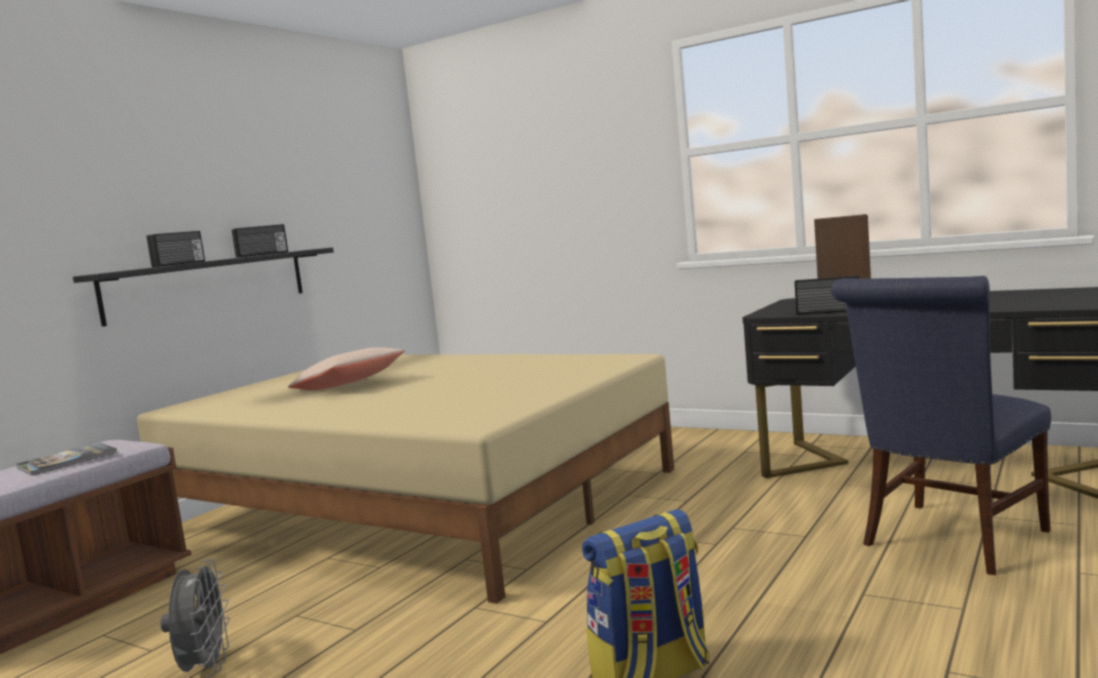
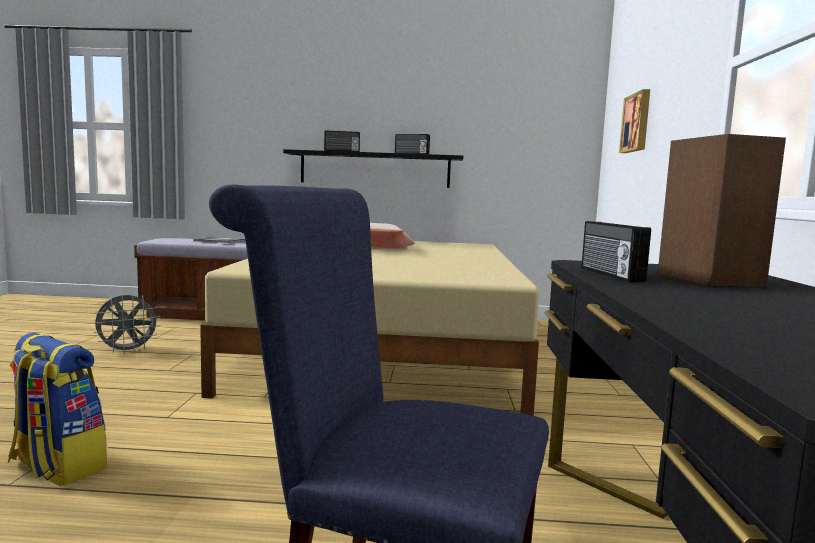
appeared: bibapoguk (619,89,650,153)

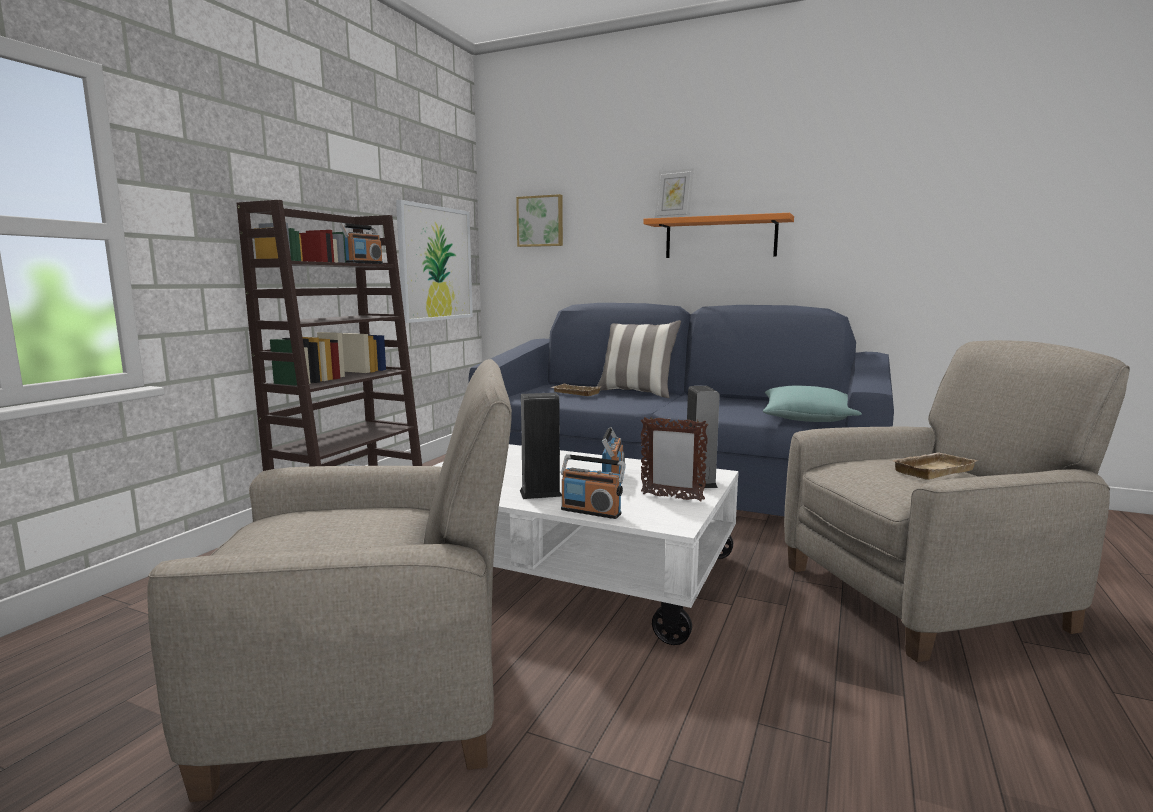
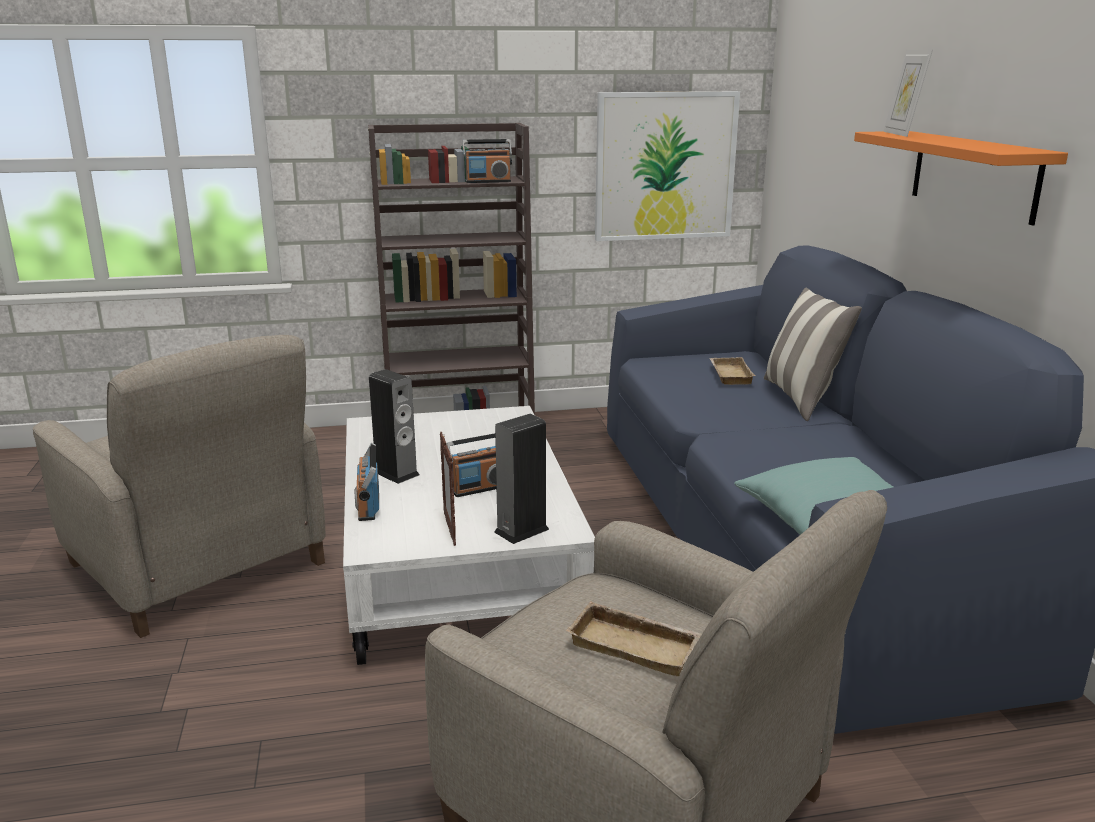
missing: bibapoguk (516,194,563,247)

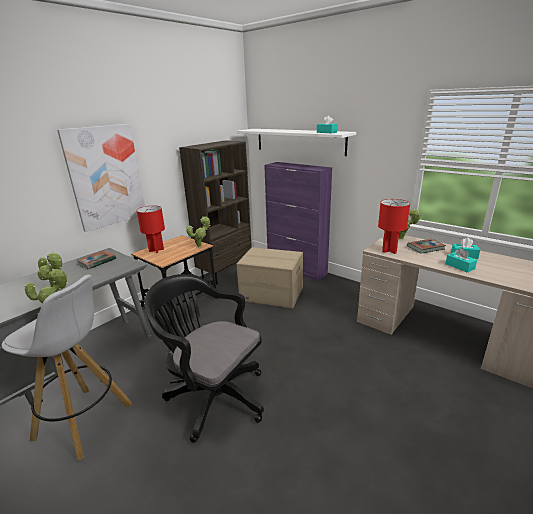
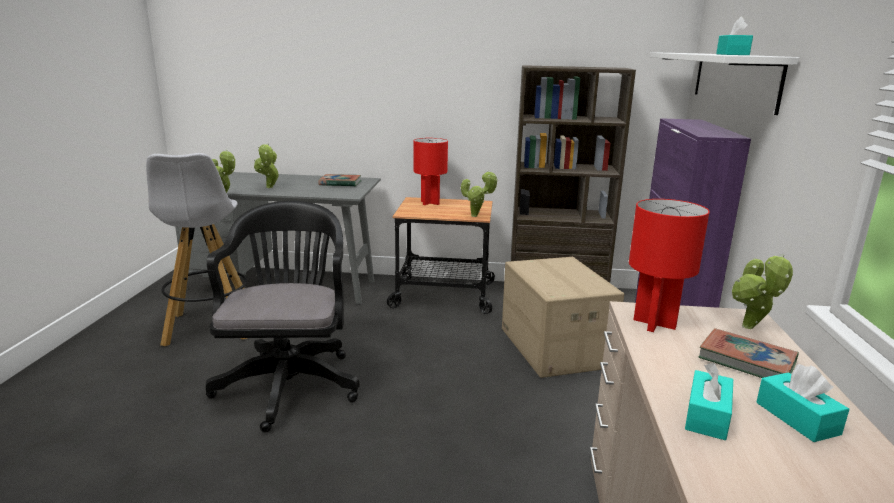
missing: bibapoguk (57,124,145,232)

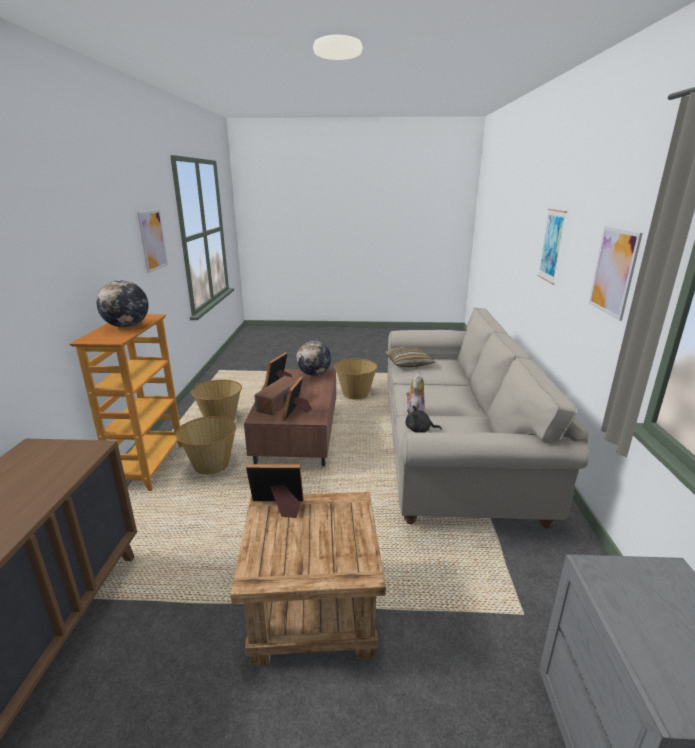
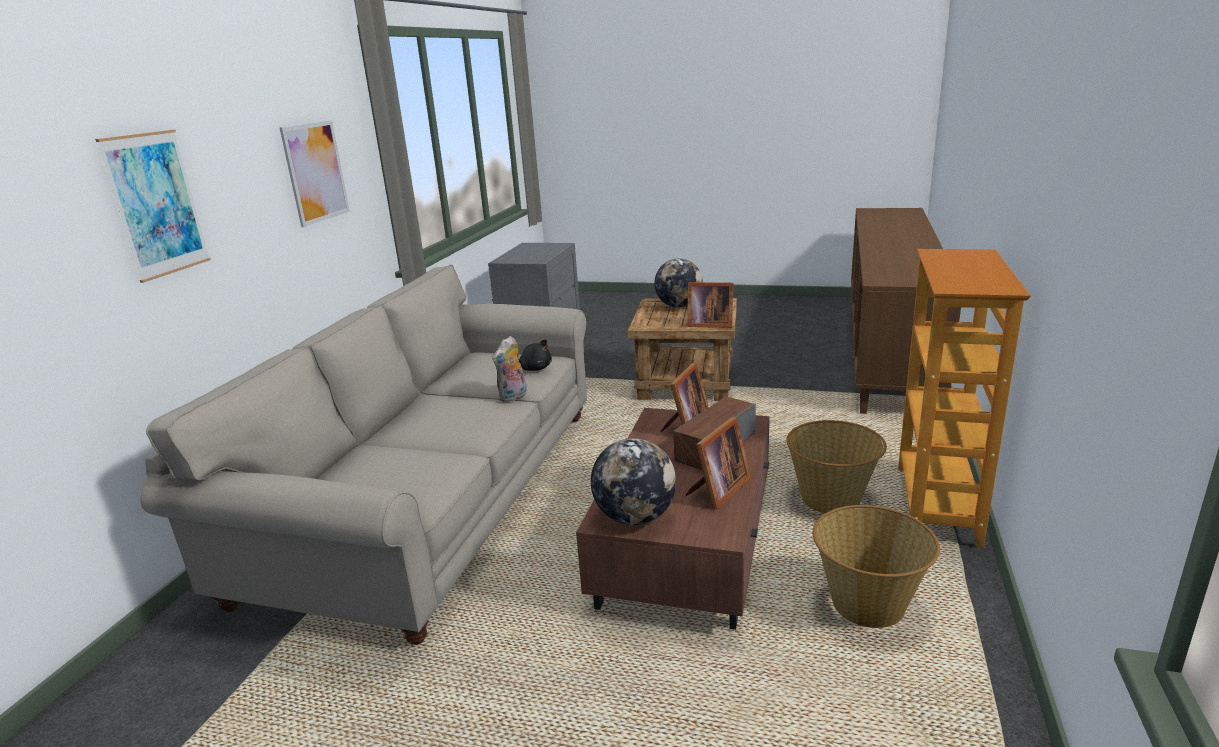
missing: bibapoguk (138,210,168,273); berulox (334,358,378,399); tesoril (384,347,435,367)
relocated: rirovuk (96,280,149,328) to (654,259,703,308)

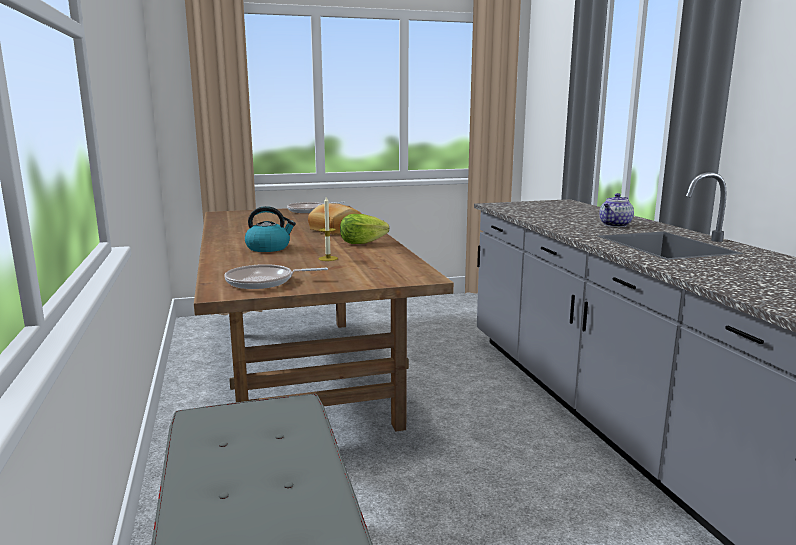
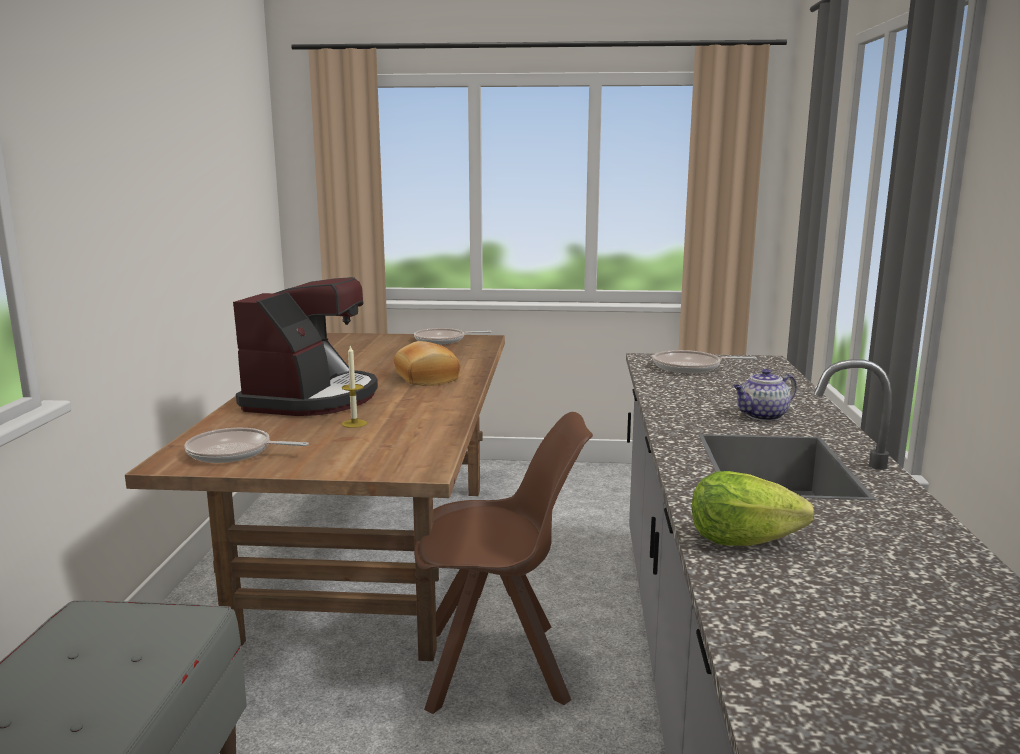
appeared: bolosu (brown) (414,412,593,714); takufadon (653,350,757,374)
relocated: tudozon (340,214,389,244) to (692,471,814,546)
exchanged: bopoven (245,206,296,252) to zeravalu (233,277,378,416)

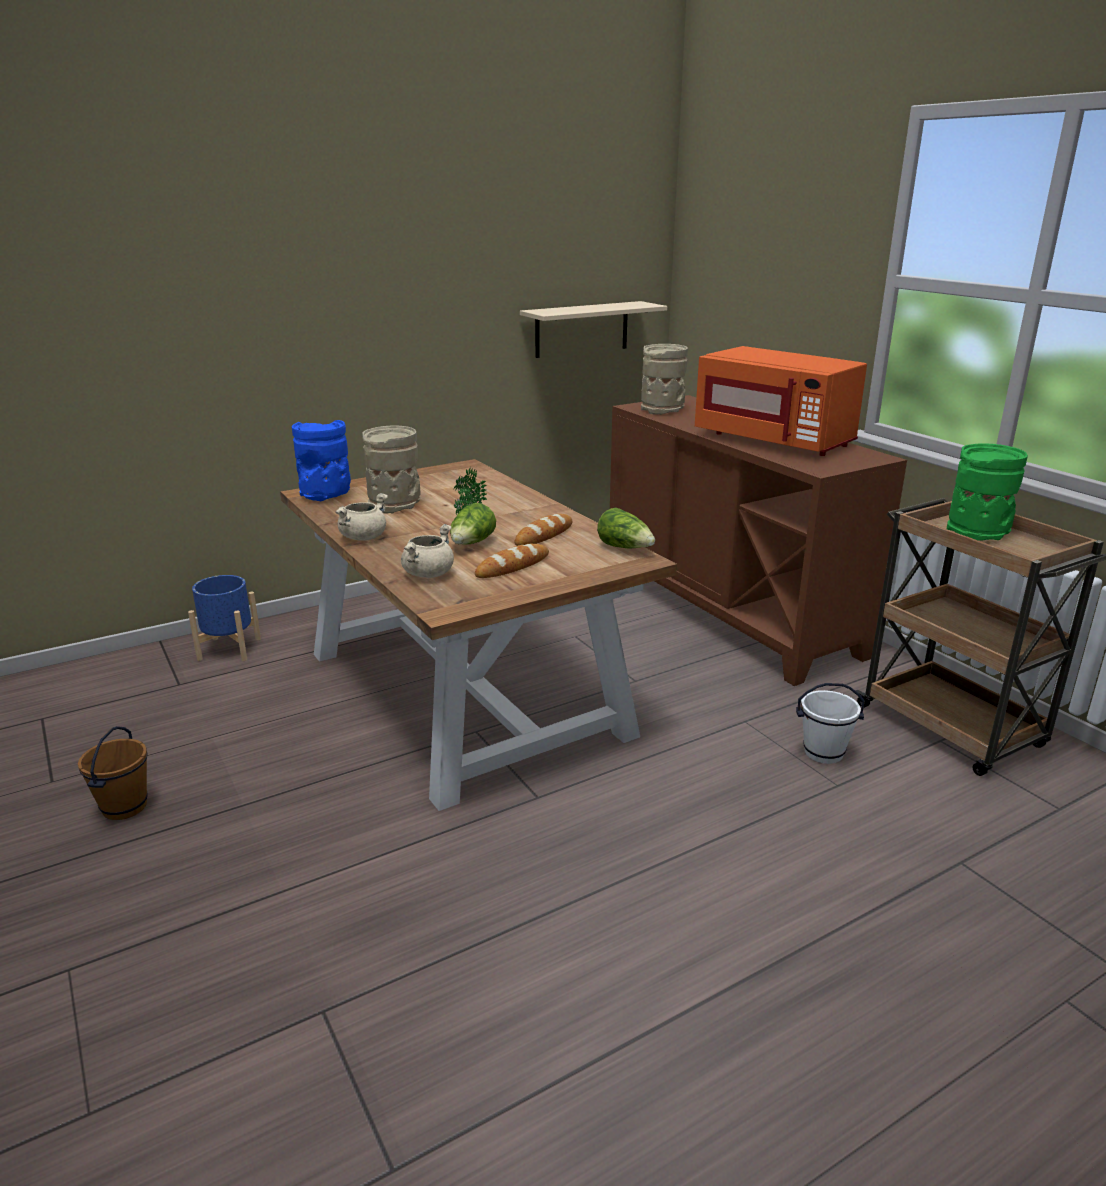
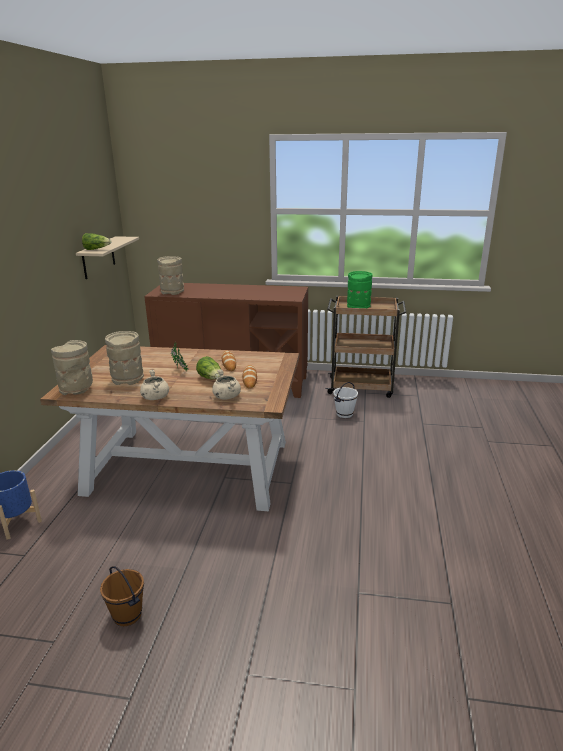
missing: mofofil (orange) (695,346,867,456)
relocated: tudozon (597,507,655,548) to (82,233,112,250)
colour: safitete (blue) (292,420,351,501) to safitete (beige) (51,340,93,395)

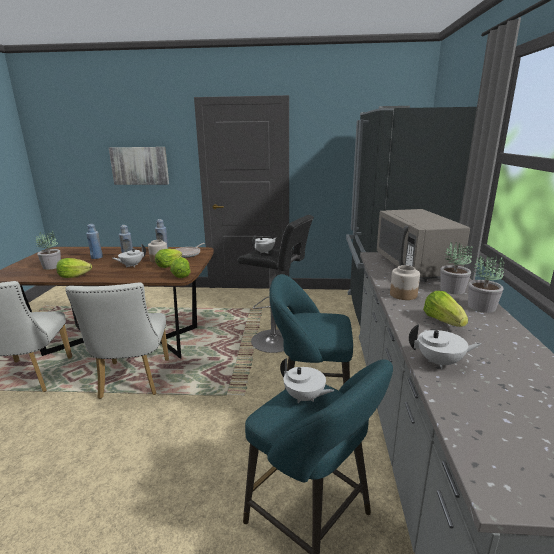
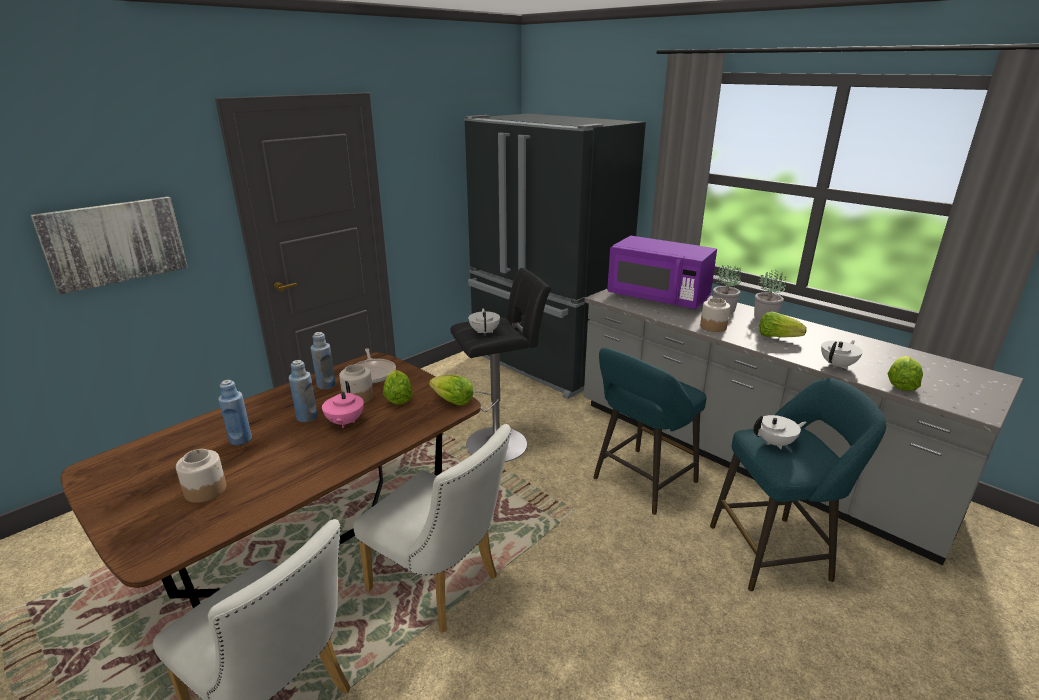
relocated: tudozon (56,258,92,278) to (888,356,923,391)
exchanged: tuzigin (36,231,61,270) to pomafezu (176,449,226,503)
colour: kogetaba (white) (113,244,146,267) to kogetaba (pink) (322,381,364,428); mofofil (grey) (377,209,470,282) to mofofil (purple) (607,236,717,310)

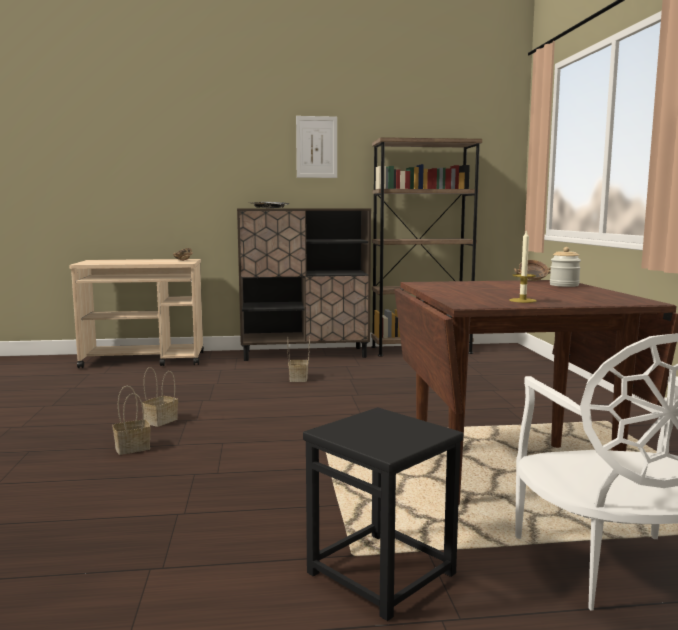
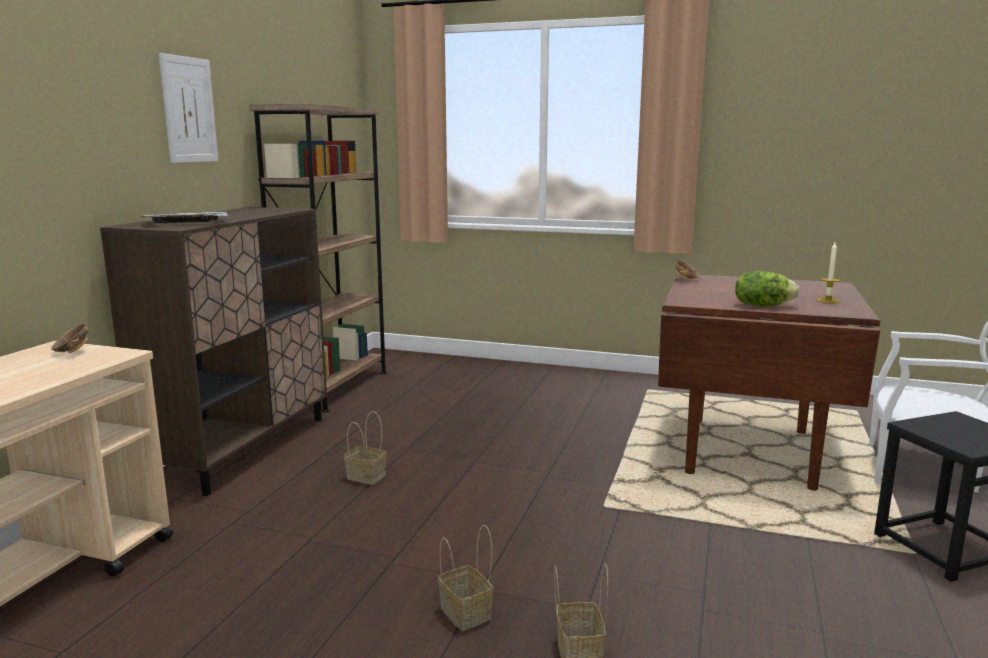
missing: pomafezu (550,247,581,287)
appeared: tudozon (735,271,799,306)

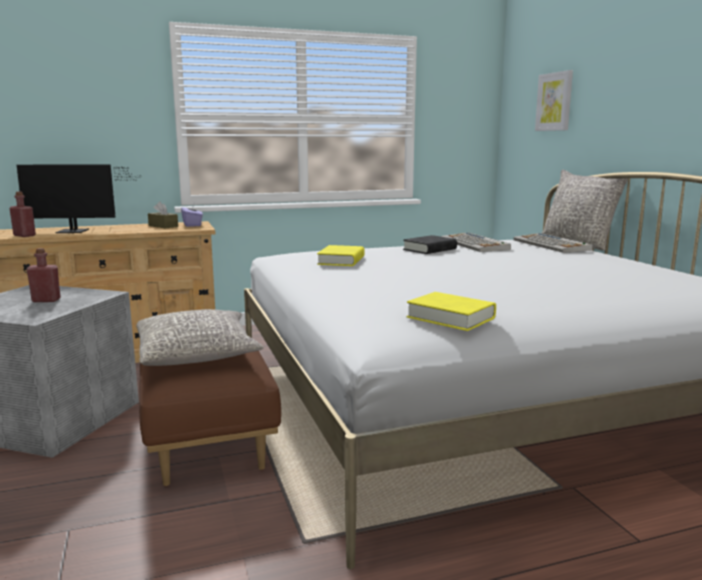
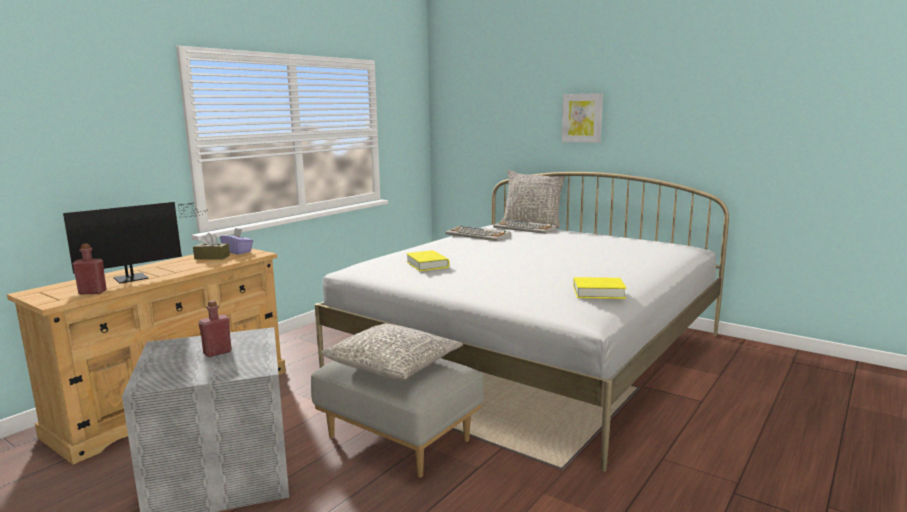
missing: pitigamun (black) (403,235,457,254)
relocated: bibapoguk (535,70,573,131) to (562,93,603,143)
colour: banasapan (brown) (139,336,281,486) to banasapan (grey) (311,358,484,478)

